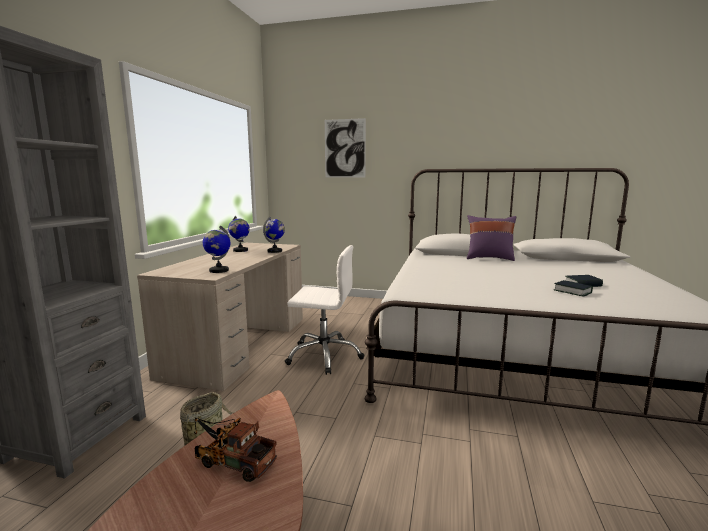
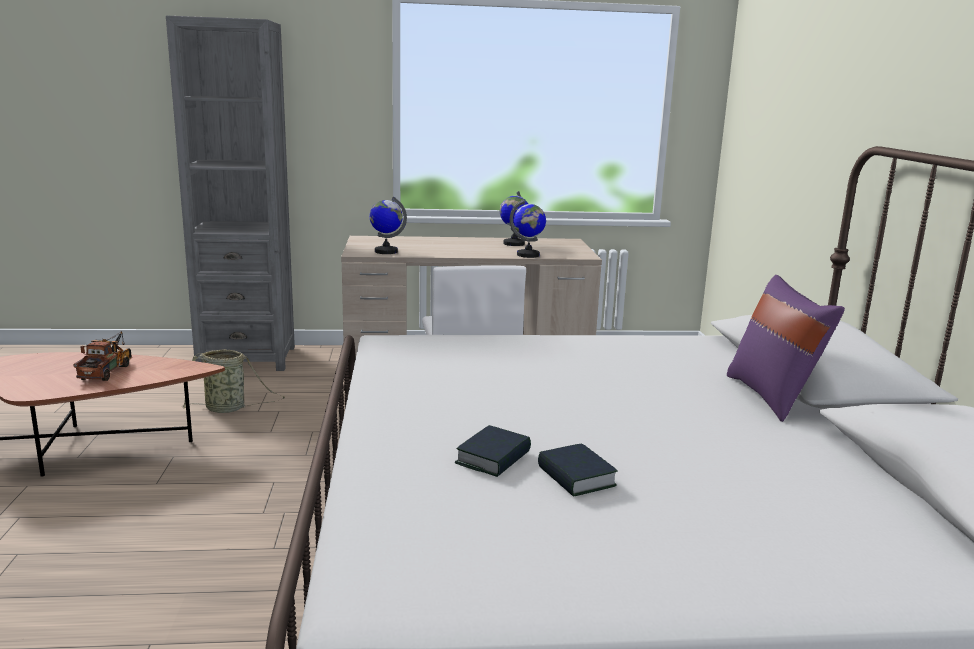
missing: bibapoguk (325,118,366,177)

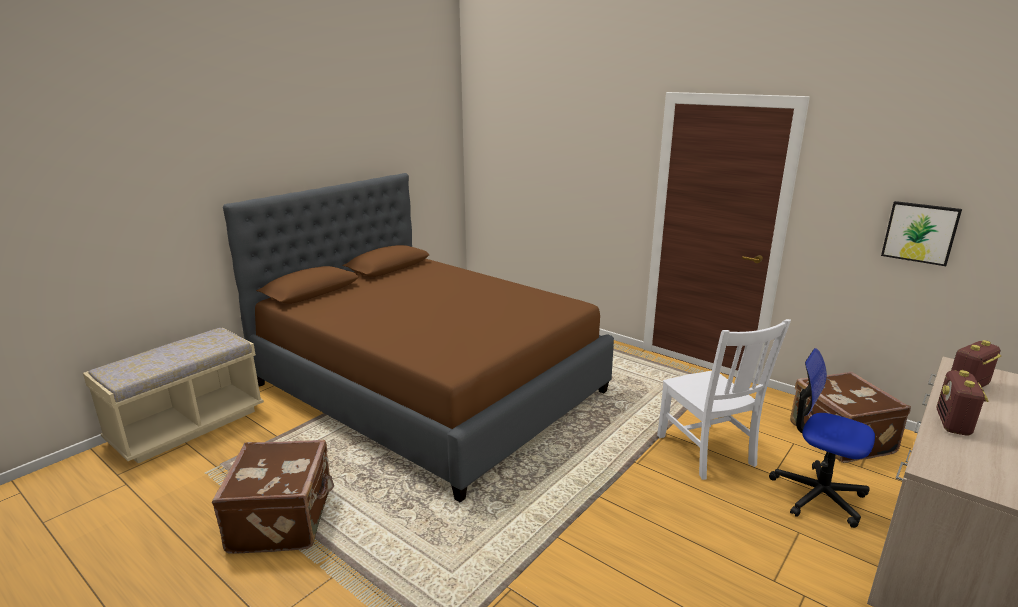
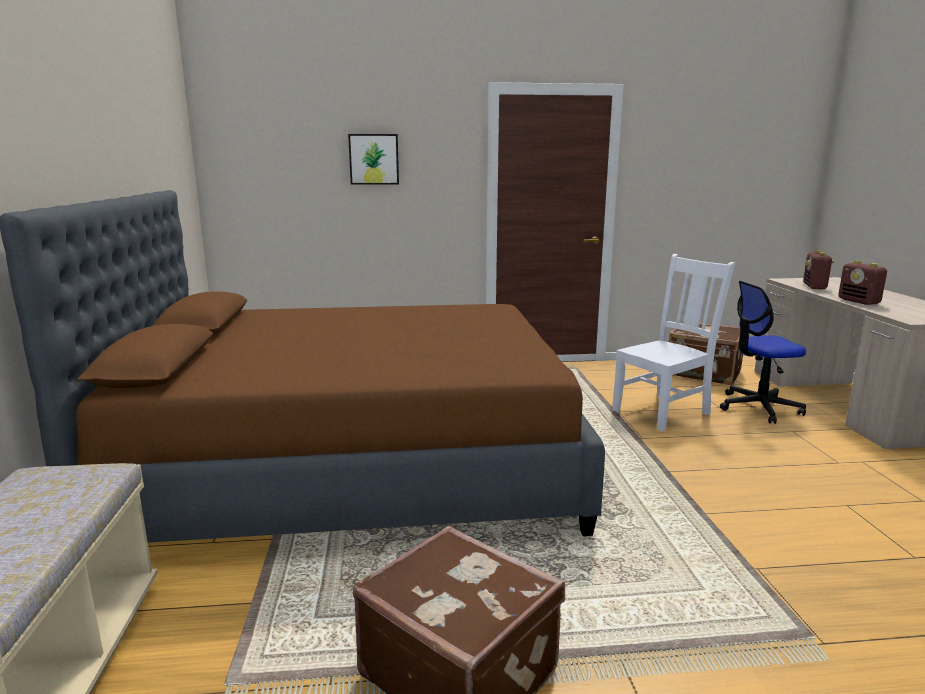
relocated: bibapoguk (881,201,962,266) to (348,134,399,185)
spun: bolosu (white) (657,319,791,480) = (612,254,735,432) 60 degrees counterclockwise

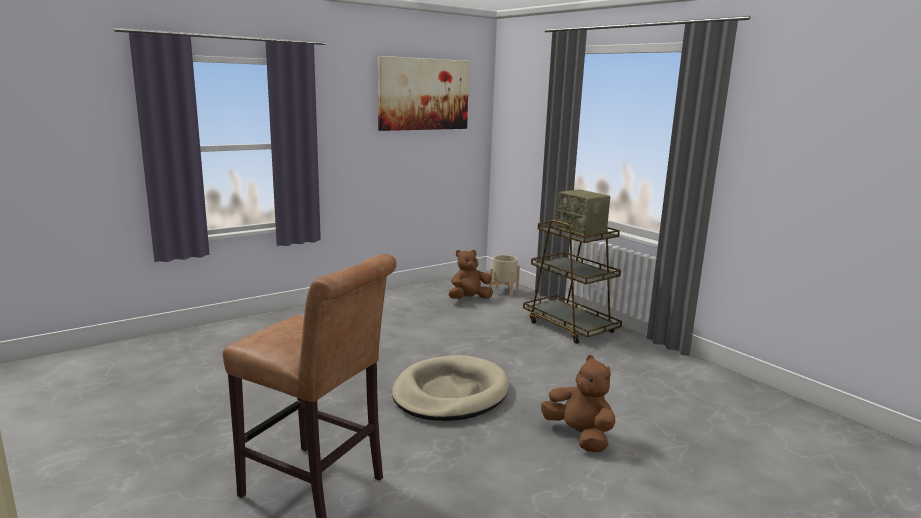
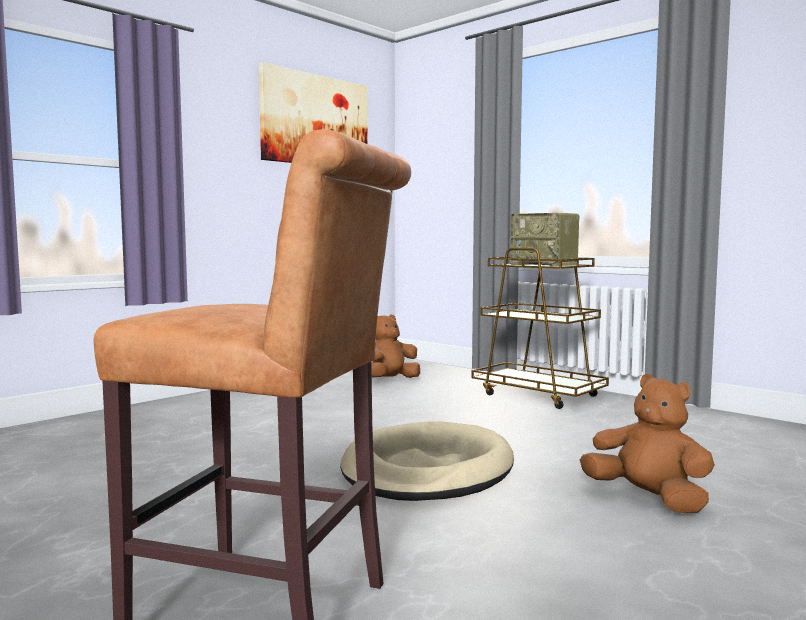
missing: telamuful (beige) (489,255,520,297)

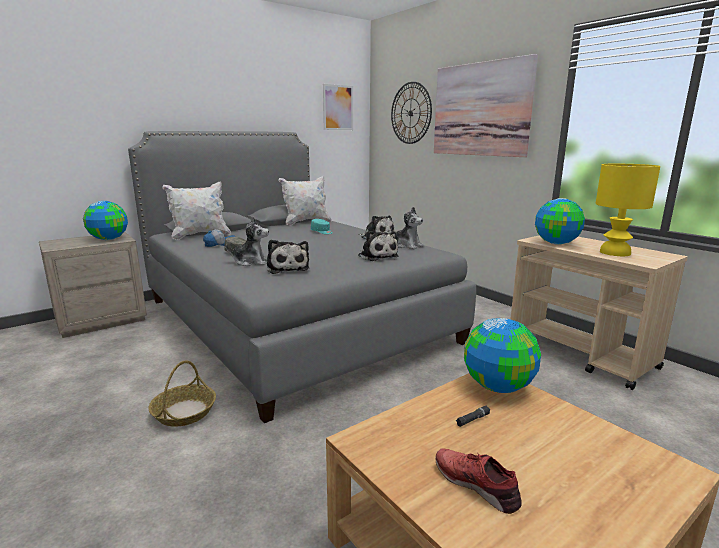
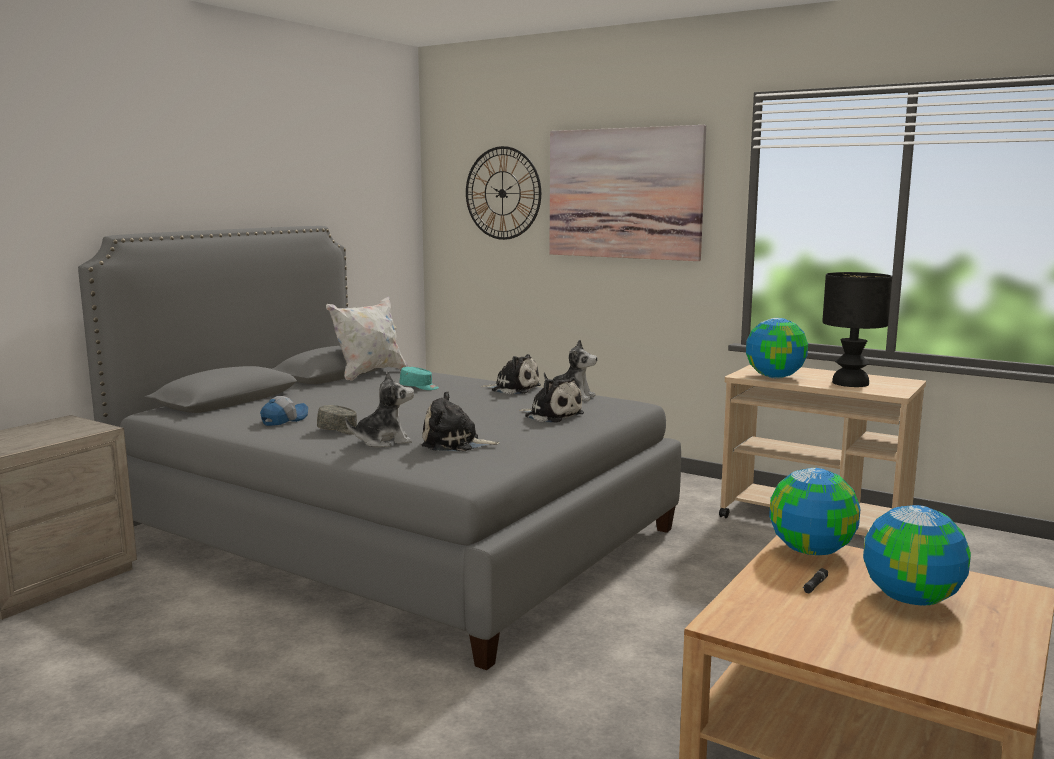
missing: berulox (148,360,216,427); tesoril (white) (162,182,231,240); bibapoguk (323,84,353,130); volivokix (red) (435,448,522,514)
relocated: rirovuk (83,201,128,240) to (863,505,971,605)
colour: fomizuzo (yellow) (596,164,660,256) to fomizuzo (black) (822,272,892,387)
spun: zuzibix (267,240,310,274) = (422,391,500,451) 135 degrees clockwise

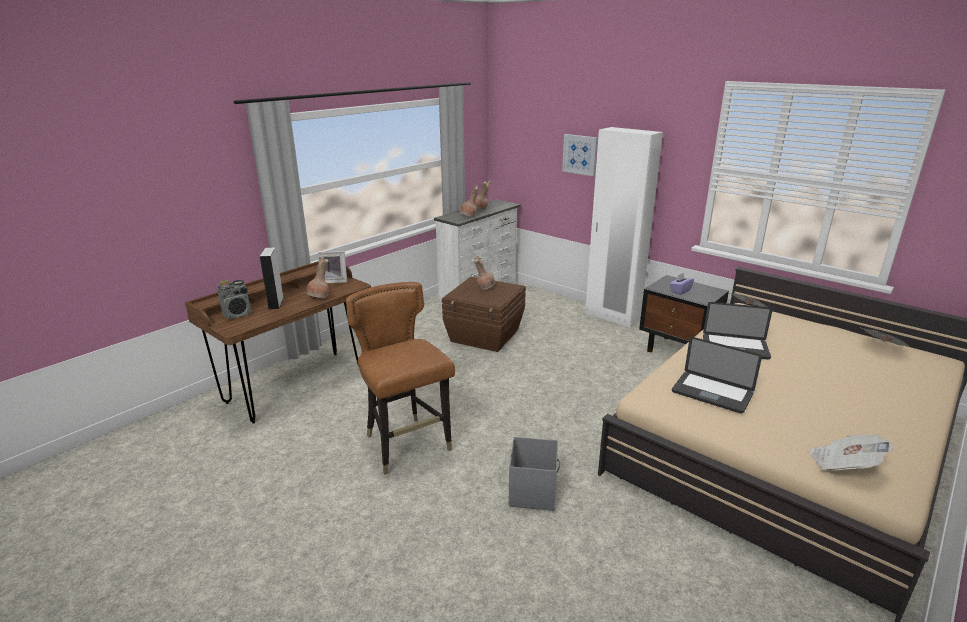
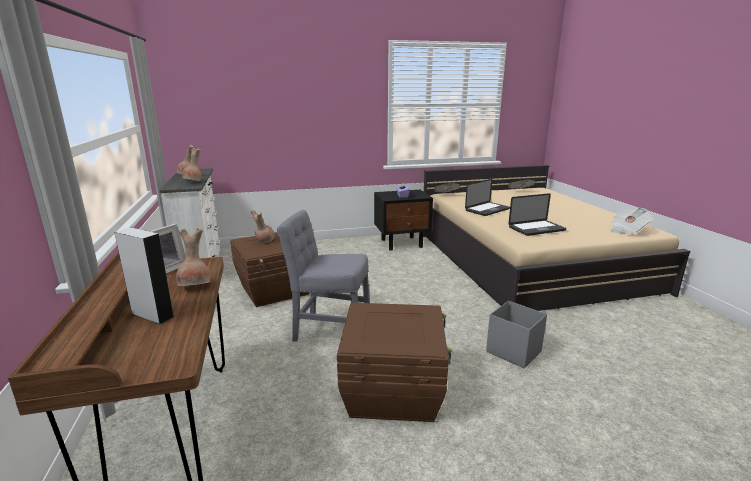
missing: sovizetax (217,280,251,319); bibapoguk (562,134,598,176); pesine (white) (586,127,663,328)
appeared: bolosu (grey) (277,210,370,342)
exchanged: bolosu (brown) (346,282,455,475) to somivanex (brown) (337,303,452,422)

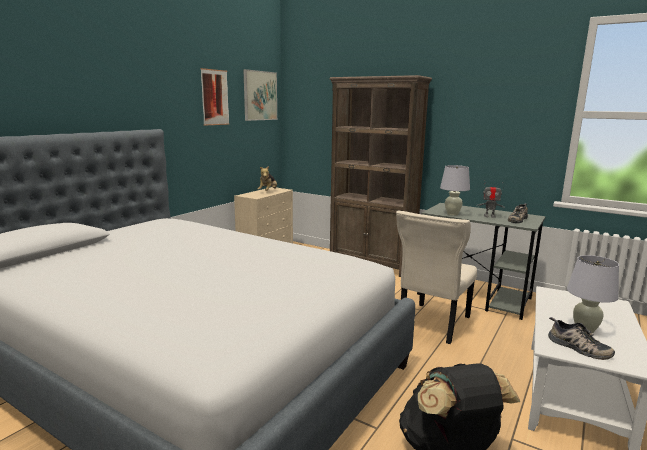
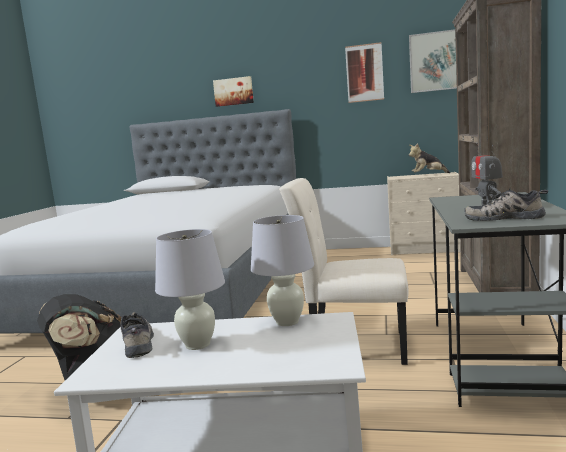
appeared: bibapoguk (213,76,254,107)
relocated: fomizuzo (white) (440,165,470,216) to (251,215,314,326)
spun: volivokix (548,317,615,360) = (120,312,154,358) 135 degrees clockwise

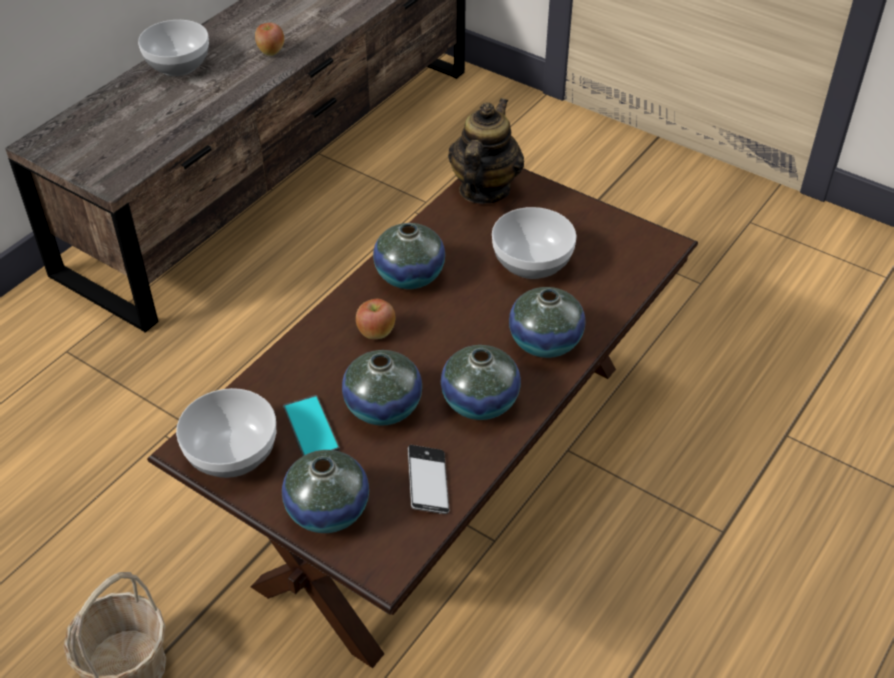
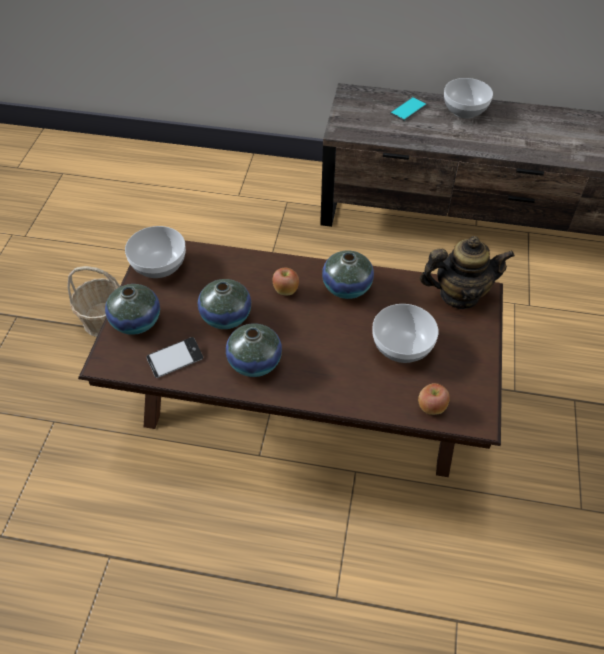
missing: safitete (509,287,585,358)
relocated: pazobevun (283,395,340,456) to (390,97,427,121); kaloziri (255,23,284,56) to (418,383,450,415)

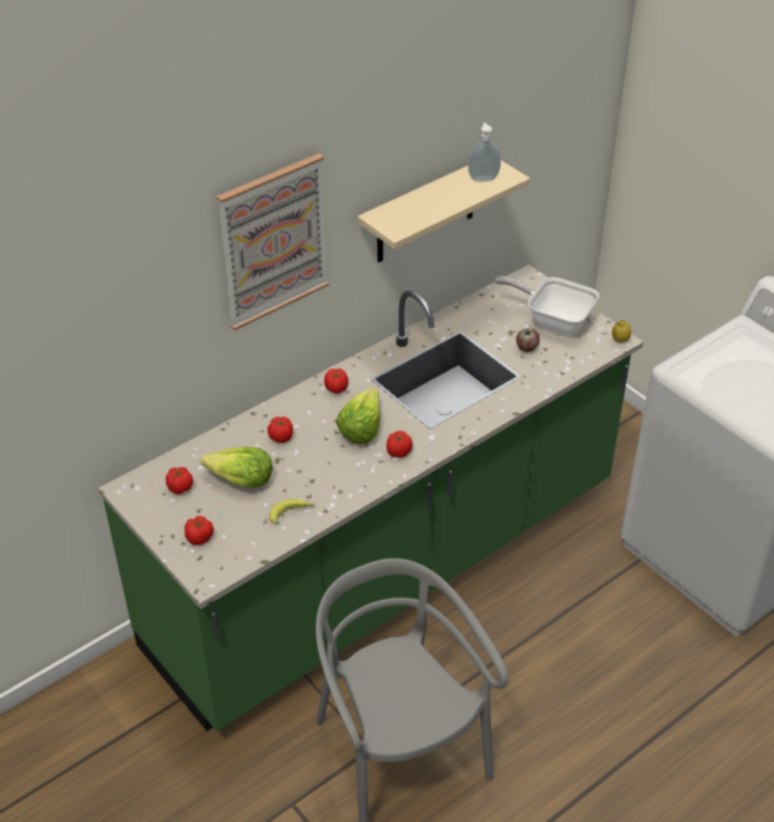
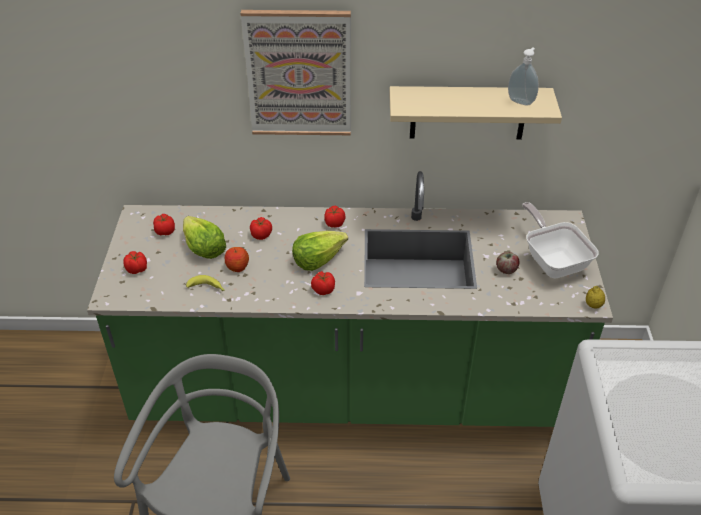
appeared: kaloziri (225,247,249,272)

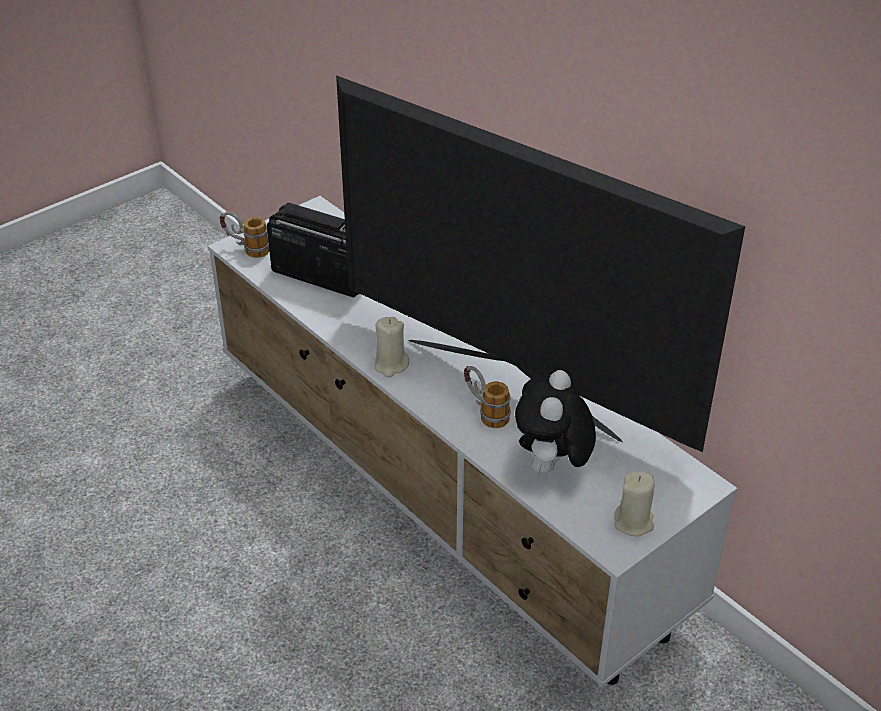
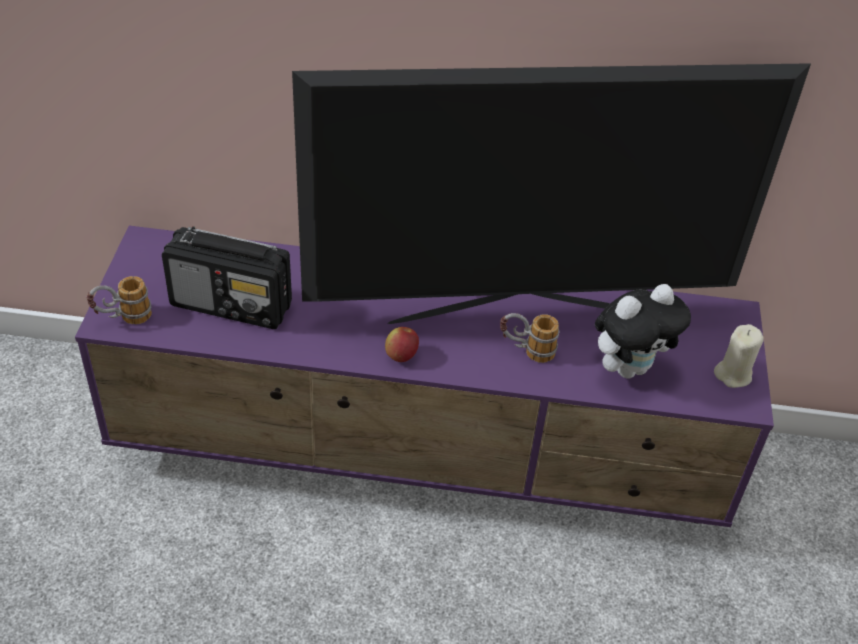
exchanged: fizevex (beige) (374,317,409,377) to kaloziri (385,327,419,362)
colour: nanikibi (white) (208,196,737,687) to nanikibi (purple) (75,226,774,527)
spun: sovizetax (267,203,360,297) = (162,226,292,329) 150 degrees counterclockwise; zuzibix (515,370,596,475) = (595,284,691,379) 90 degrees counterclockwise

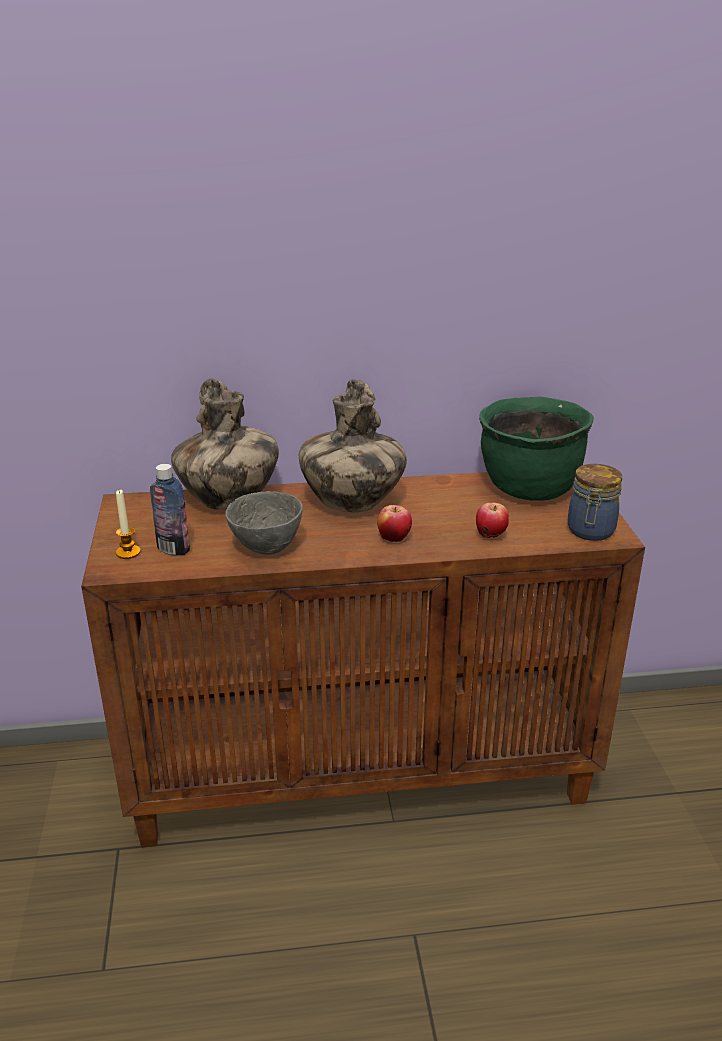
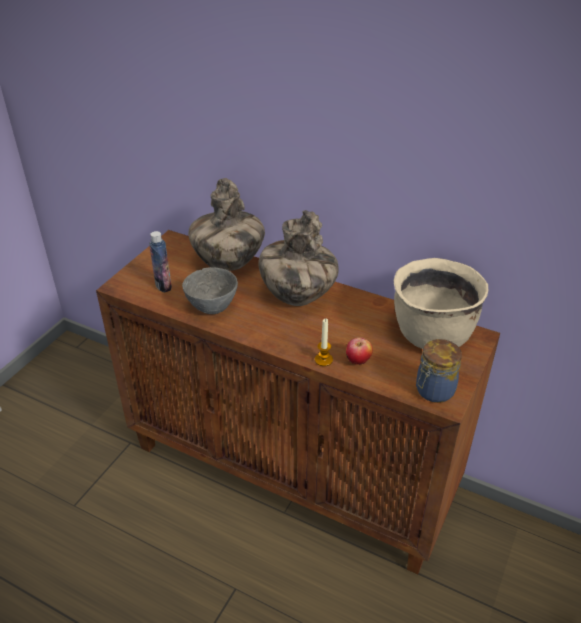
missing: kaloziri (377,505,412,542)
relocated: fizevex (116,490,141,559) to (315,318,333,366)
colour: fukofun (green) (479,396,594,501) to fukofun (beige) (393,258,488,349)

